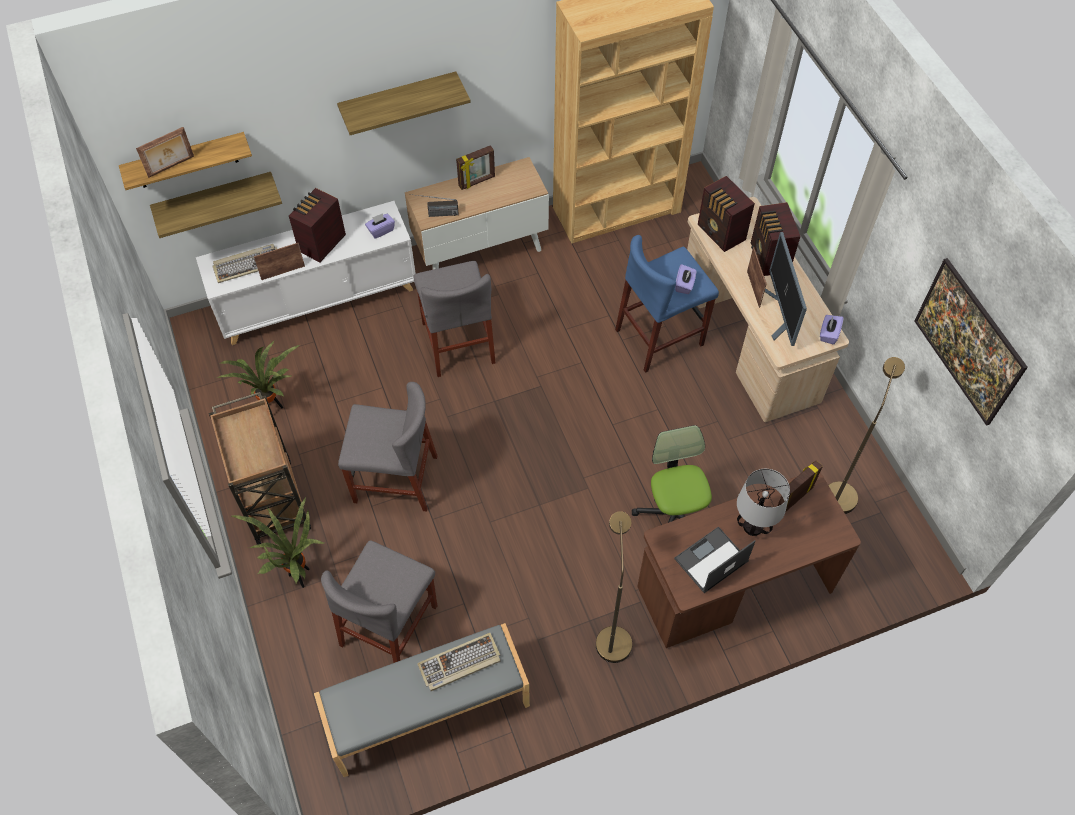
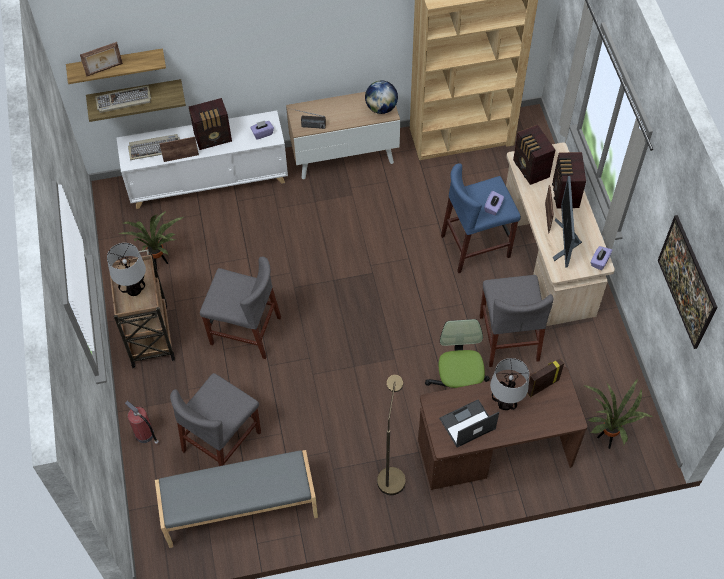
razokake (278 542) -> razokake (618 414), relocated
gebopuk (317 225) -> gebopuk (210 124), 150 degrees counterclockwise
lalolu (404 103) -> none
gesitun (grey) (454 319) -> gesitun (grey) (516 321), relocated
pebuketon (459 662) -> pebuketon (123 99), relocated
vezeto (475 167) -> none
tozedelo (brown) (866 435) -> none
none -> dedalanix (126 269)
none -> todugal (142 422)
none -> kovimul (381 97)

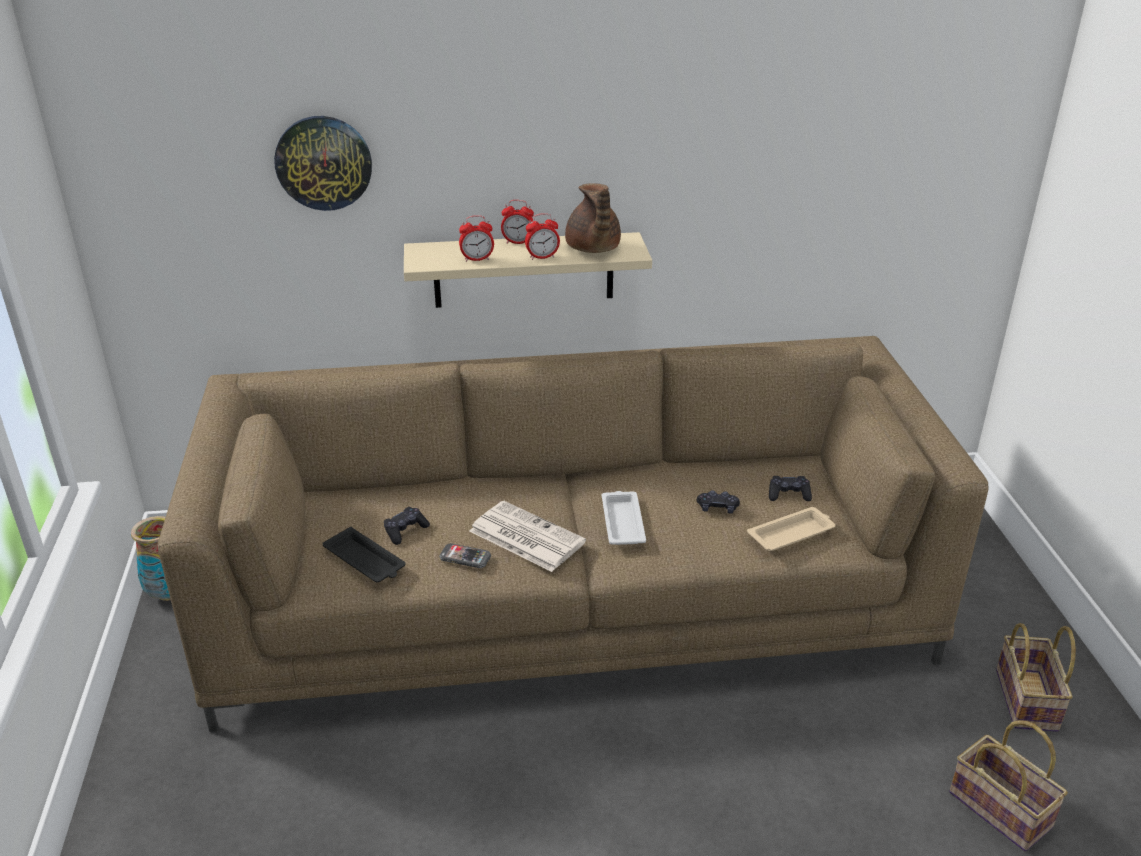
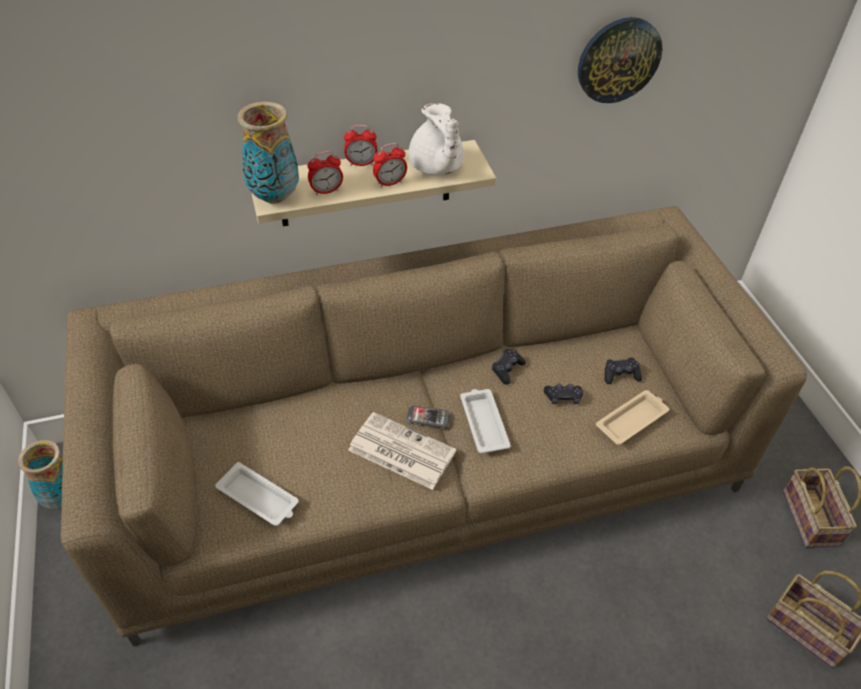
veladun (323 163) -> veladun (620 60), relocated
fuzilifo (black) (364 554) -> fuzilifo (white) (257 494)
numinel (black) (407 526) -> numinel (black) (509 367), relocated
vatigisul (465 555) -> vatigisul (428 417), relocated
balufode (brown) (593 218) -> balufode (white) (436 139)
none -> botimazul (268 153)

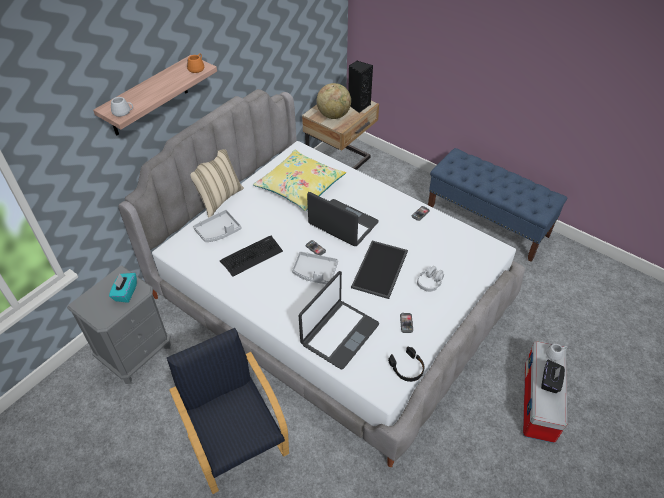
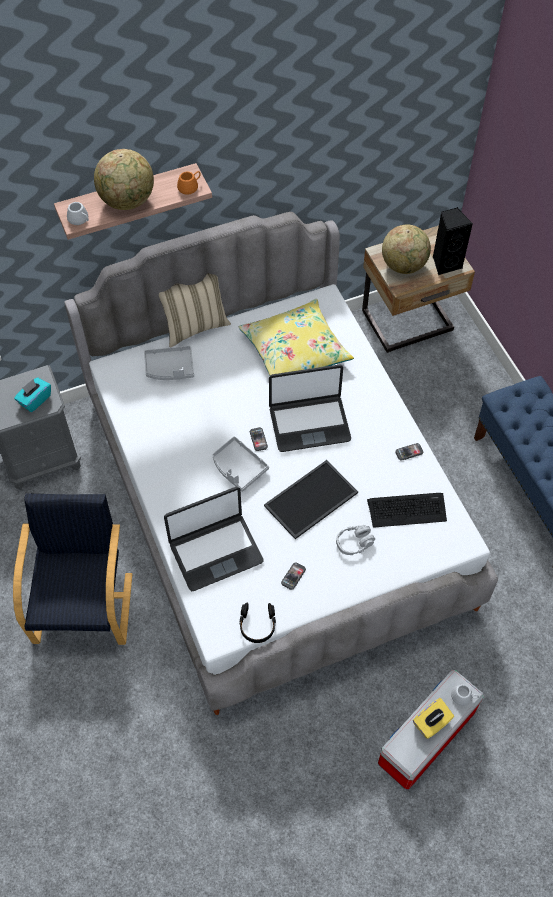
pebuketon (251 256) -> pebuketon (407 510), relocated
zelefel (343 219) -> zelefel (310 408), 105 degrees clockwise
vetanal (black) (553 376) -> vetanal (yellow) (433 718)
none -> kovimul (124 179)

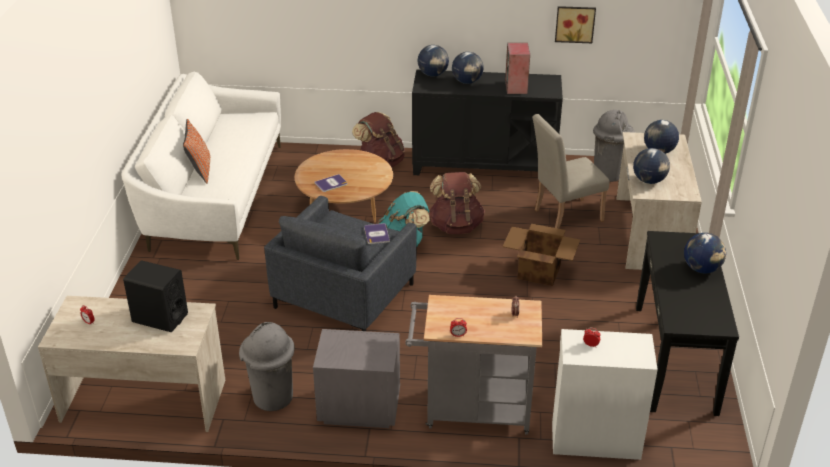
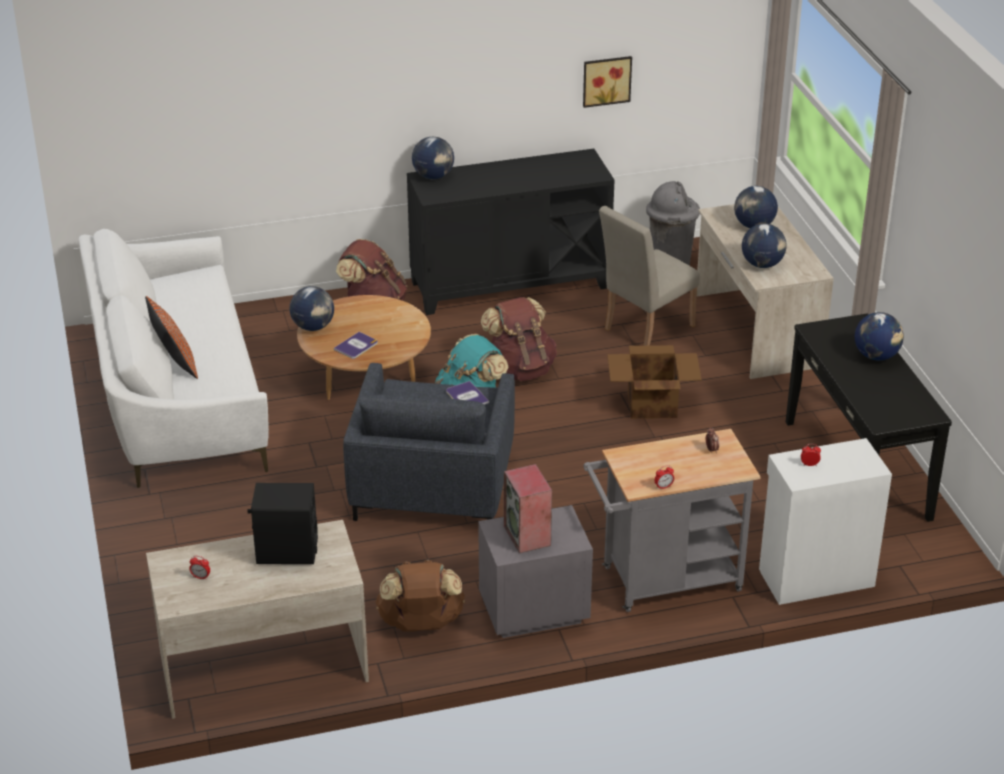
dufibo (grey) (267 366) -> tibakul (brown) (420 595)
kovimul (468 68) -> kovimul (312 308), relocated
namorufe (517 68) -> namorufe (528 508), relocated

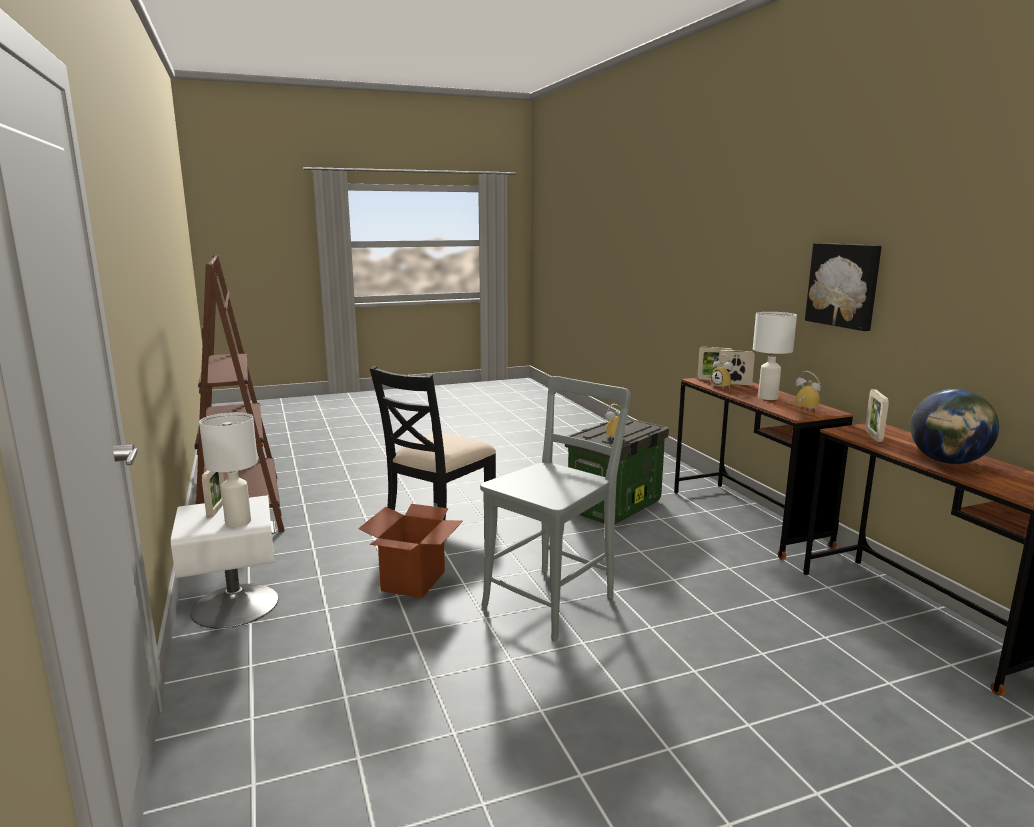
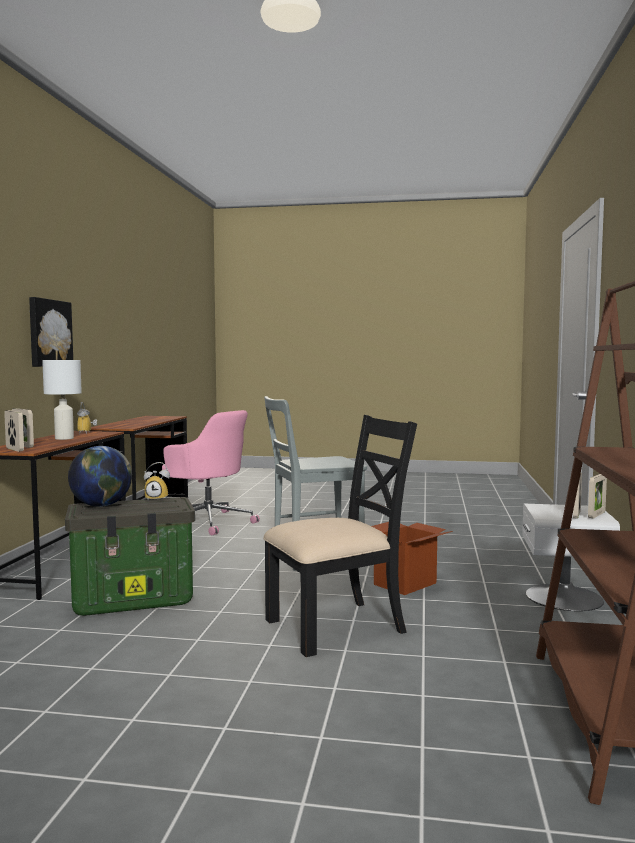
dedalanix (white) (228 469) -> none
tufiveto (722 371) -> none
vezeto (877 415) -> vezeto (597 496), relocated
kovimul (954 426) -> kovimul (100 476), relocated
none -> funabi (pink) (211 472)

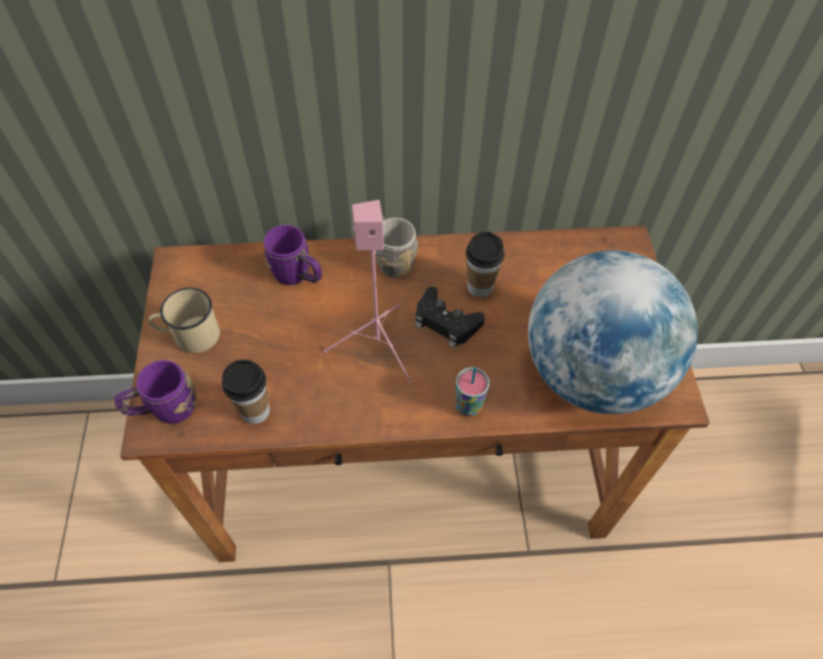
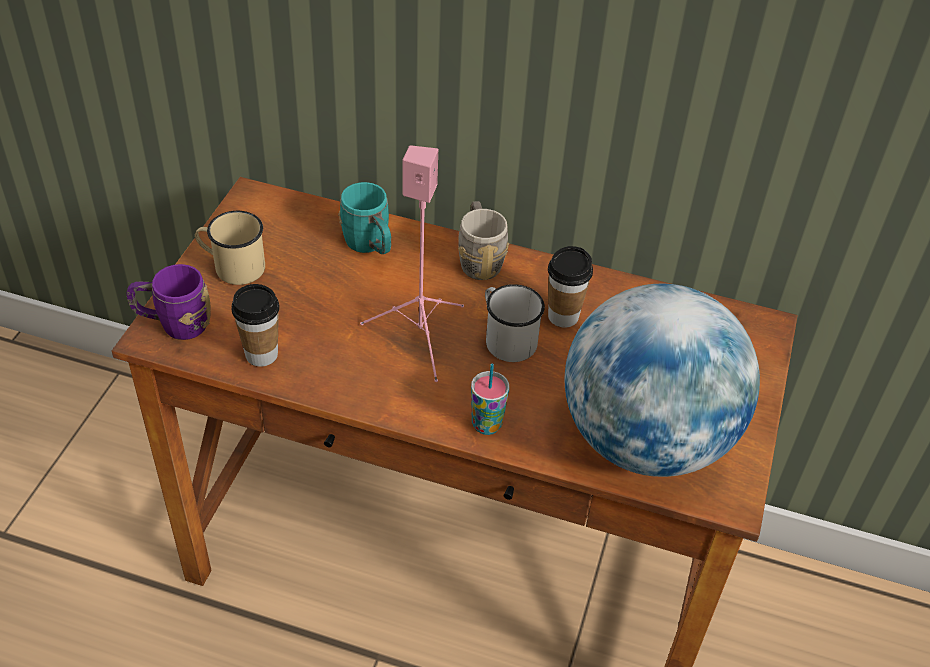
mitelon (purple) (293 255) -> mitelon (turquoise) (364 218)
numinel (black) (450 317) -> mitelon (white) (515 323)

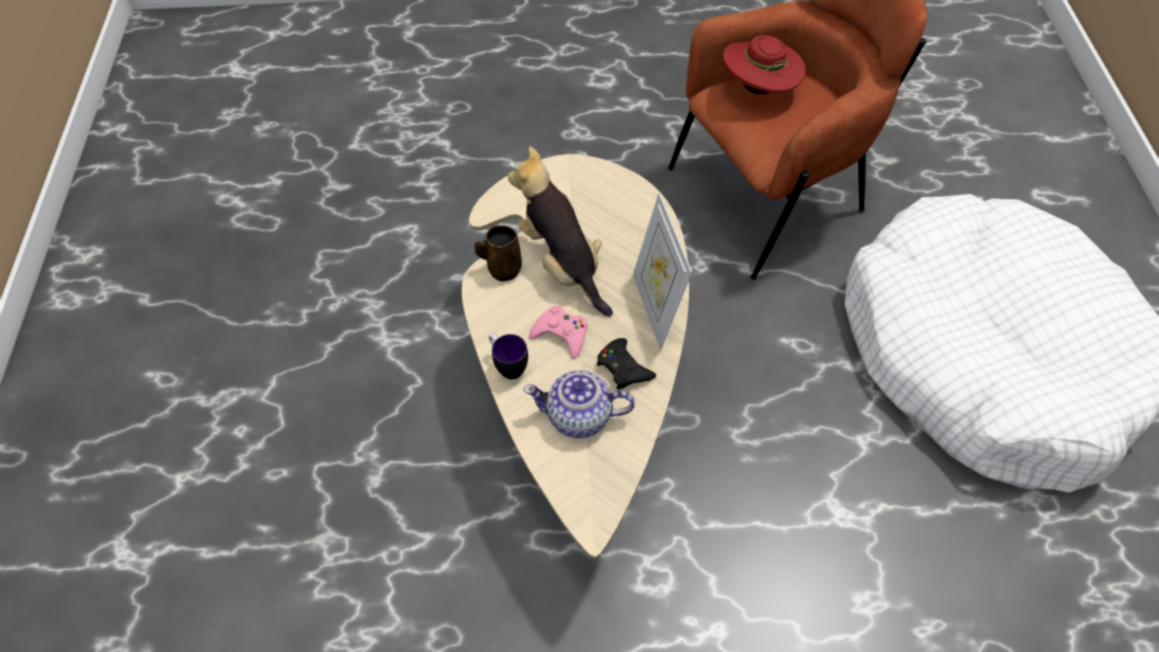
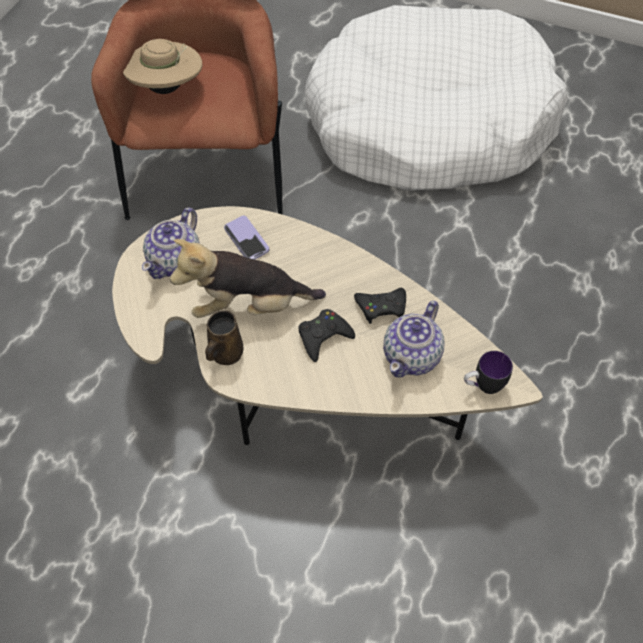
mitelon (508 356) -> mitelon (488 372), relocated
numinel (pink) (558 332) -> numinel (black) (326 335)
vezeto (662 271) -> none
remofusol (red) (764 64) -> remofusol (beige) (162 66)
none -> balufode (171 243)
none -> vatigisul (246 238)

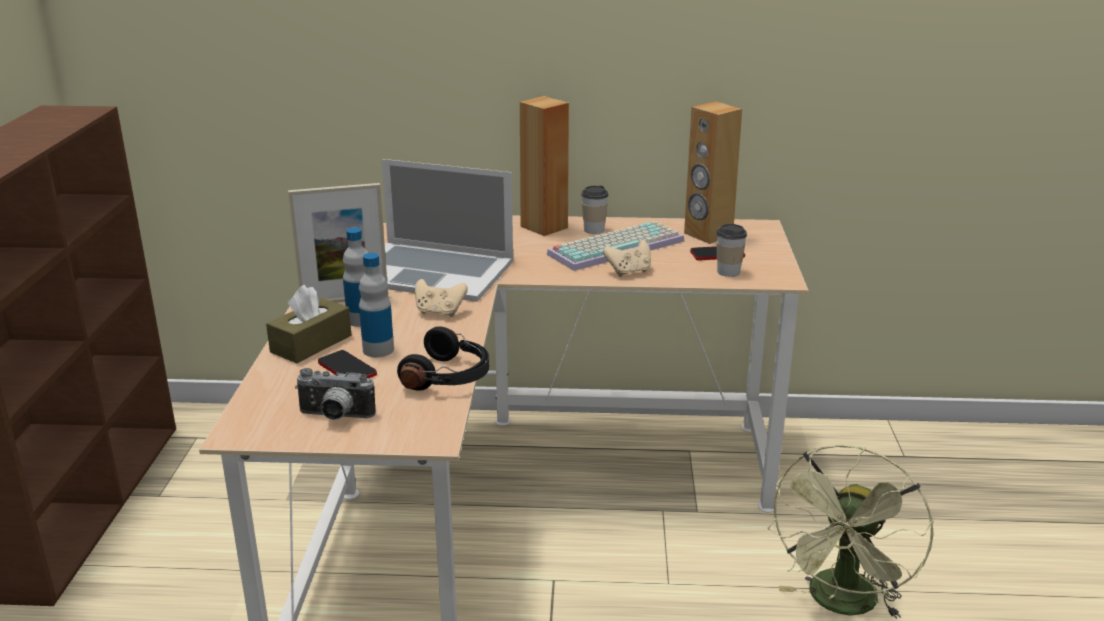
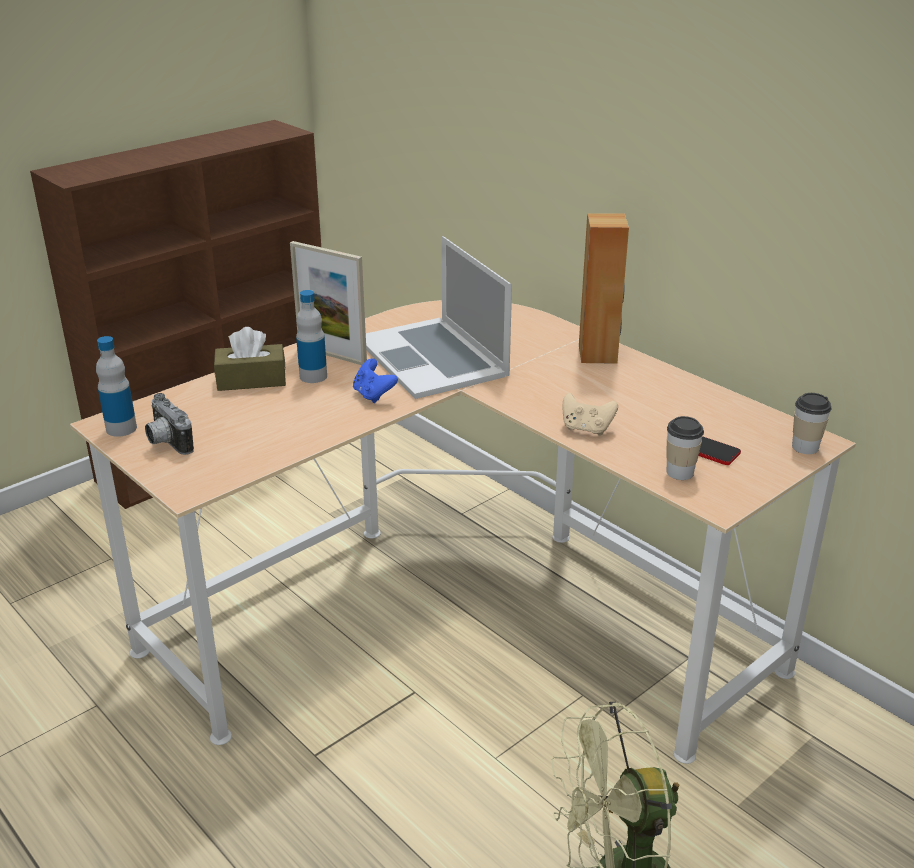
vatigisul (347 364) -> none
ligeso (376 305) -> ligeso (116 386), relocated
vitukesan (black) (443 358) -> none
numinel (beige) (441 298) -> numinel (blue) (375 381)
pebuketon (616 246) -> none
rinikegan (594 209) -> rinikegan (812 423), relocated
namorufe (brown) (713 173) -> none

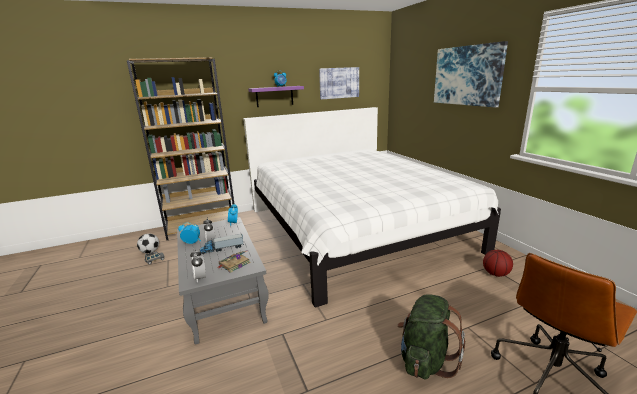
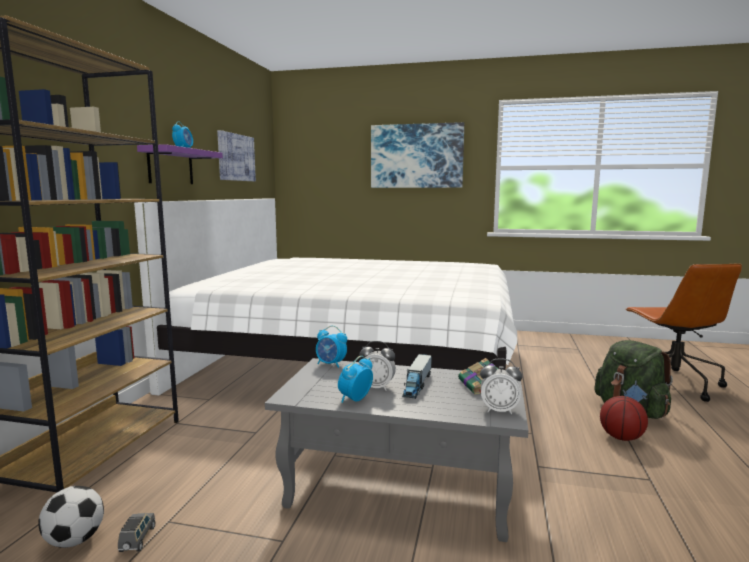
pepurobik (498 263) -> pepurobik (624 418), relocated

